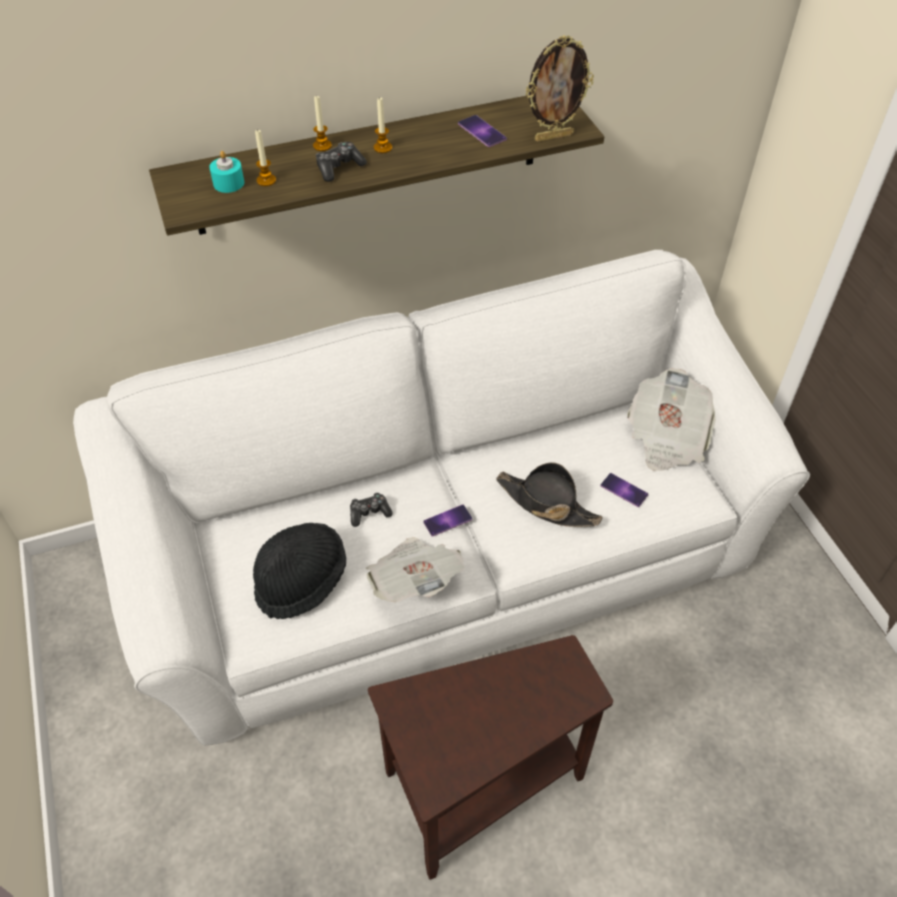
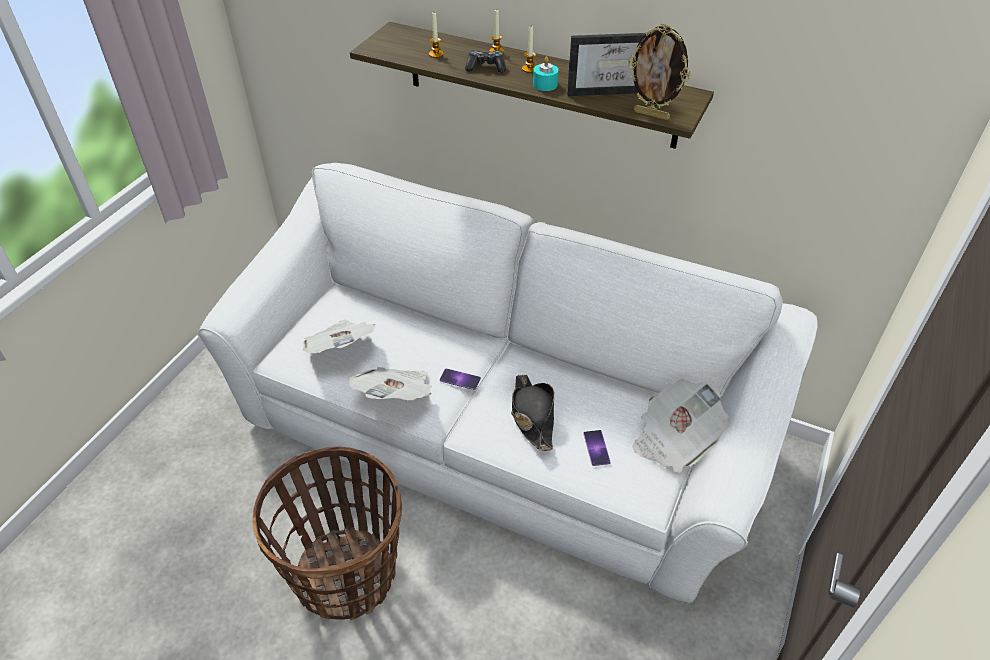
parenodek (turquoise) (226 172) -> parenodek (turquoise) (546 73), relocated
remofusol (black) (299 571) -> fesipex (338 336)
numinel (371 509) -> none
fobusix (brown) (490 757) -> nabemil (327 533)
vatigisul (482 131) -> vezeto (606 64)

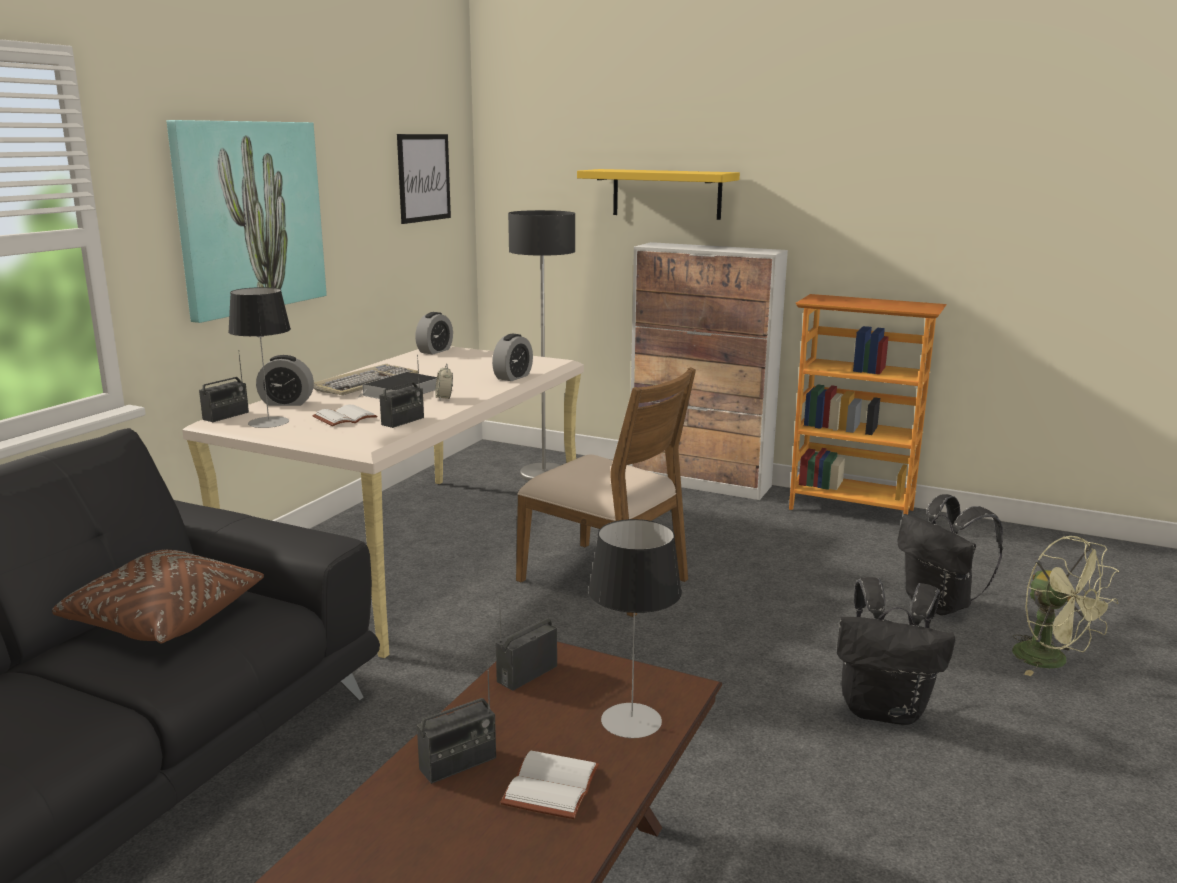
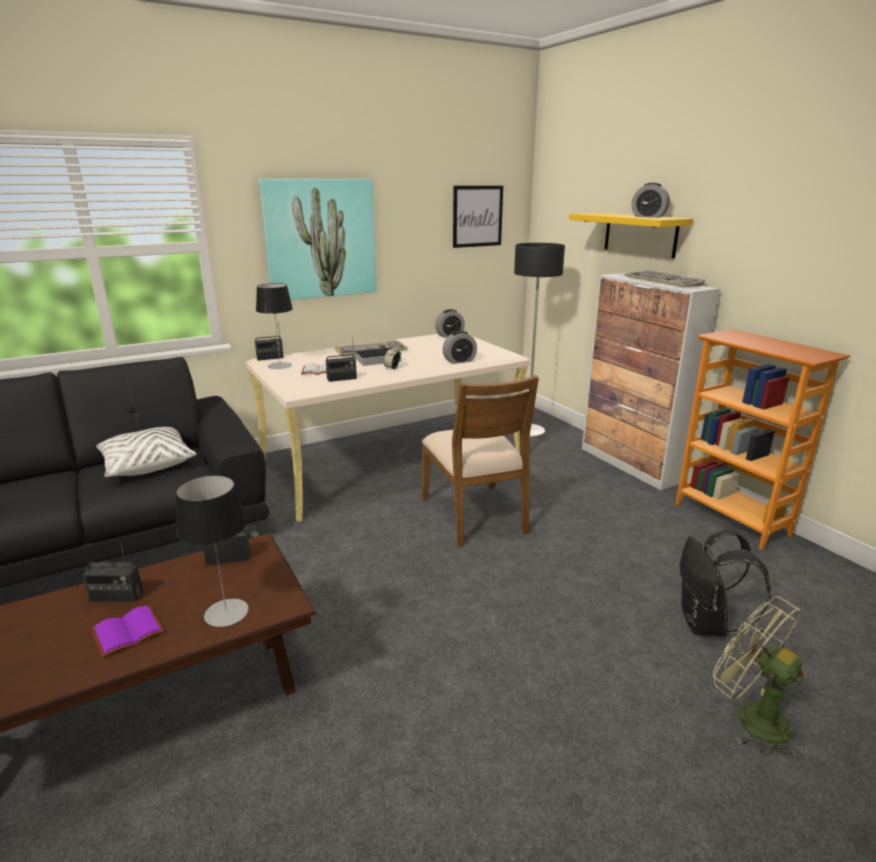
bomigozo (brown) (158 596) -> bomigozo (white) (146 452)
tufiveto (285 380) -> tufiveto (651 200), relocated
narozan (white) (549 784) -> narozan (purple) (128 632)
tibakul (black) (896 651) -> none
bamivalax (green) (1065 606) -> bamivalax (green) (759 677), 135 degrees clockwise
none -> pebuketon (665 278)

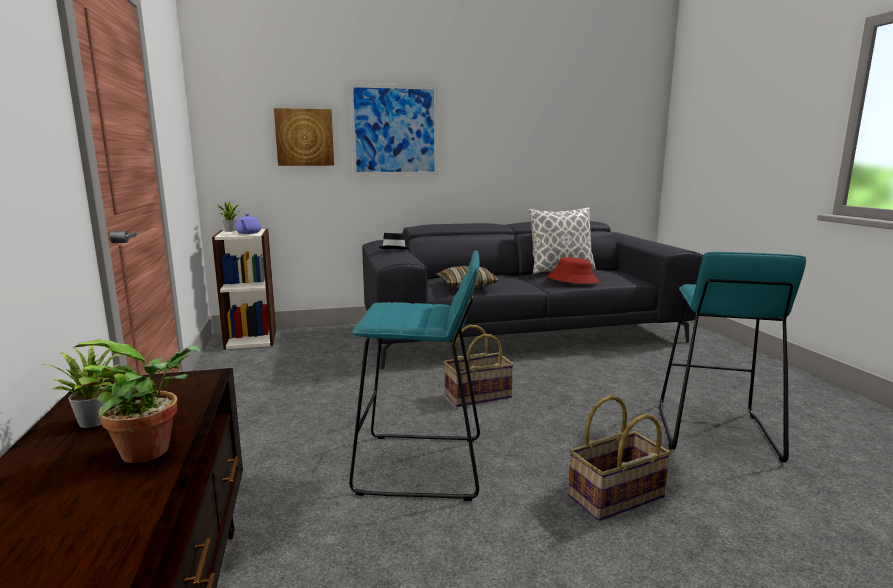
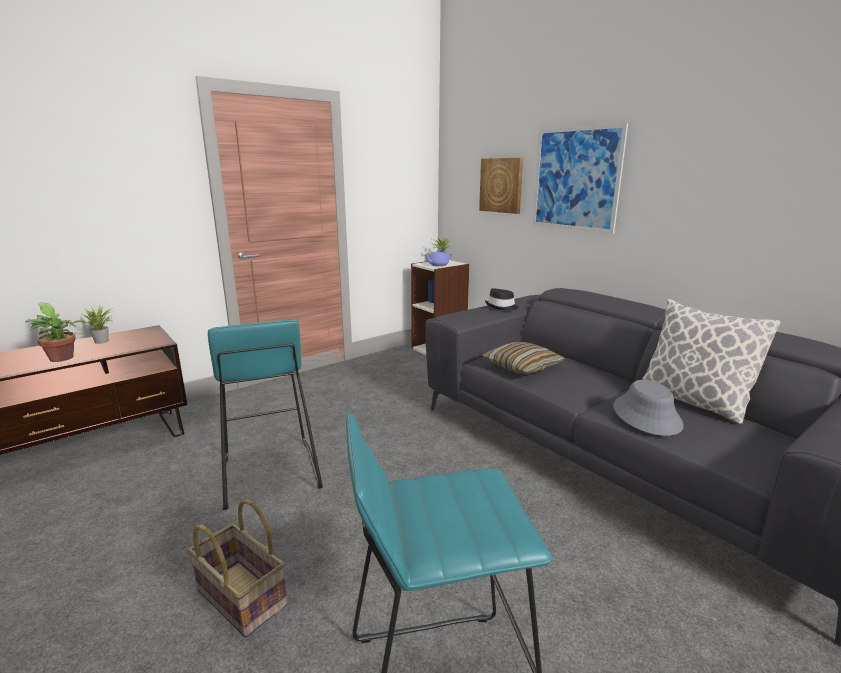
nabemil (479 366) -> none
remofusol (red) (573 270) -> remofusol (grey) (648 408)

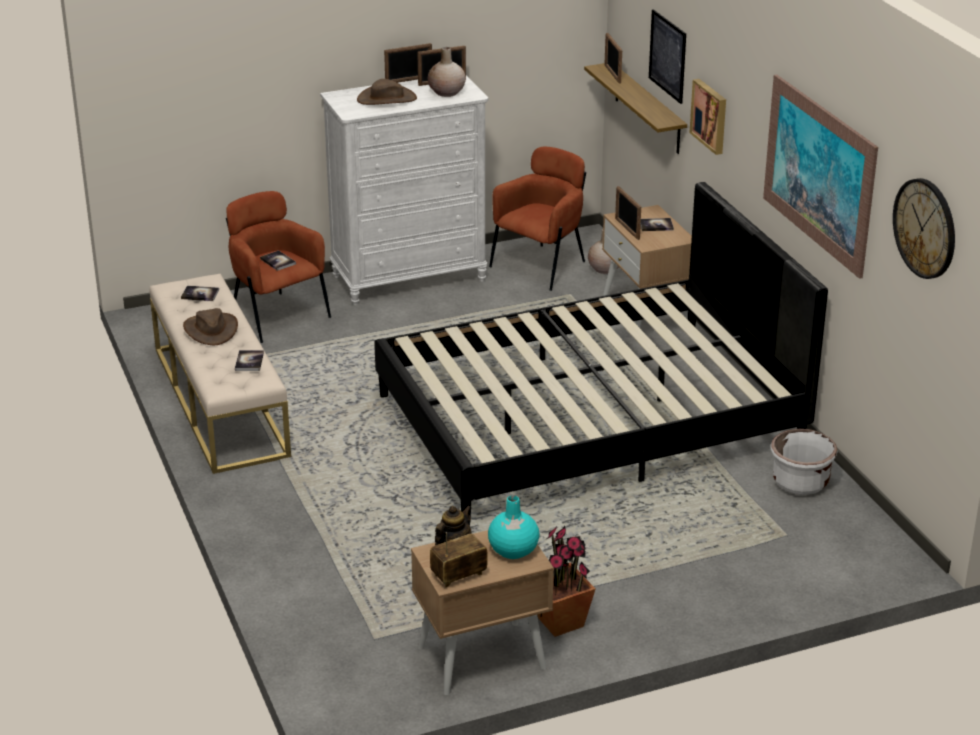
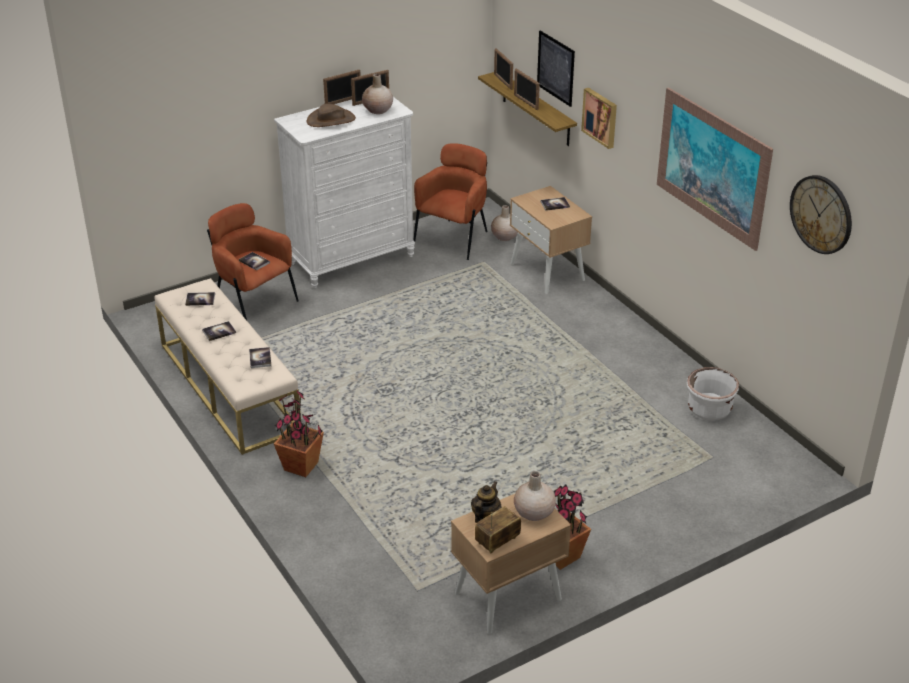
remofusol (brown) (210 326) -> narozan (219 331)
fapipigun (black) (601 352) -> none
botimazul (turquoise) (513 527) -> botimazul (beige) (535 496)
vezeto (628 213) -> vezeto (527 89), relocated
none -> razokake (299 434)

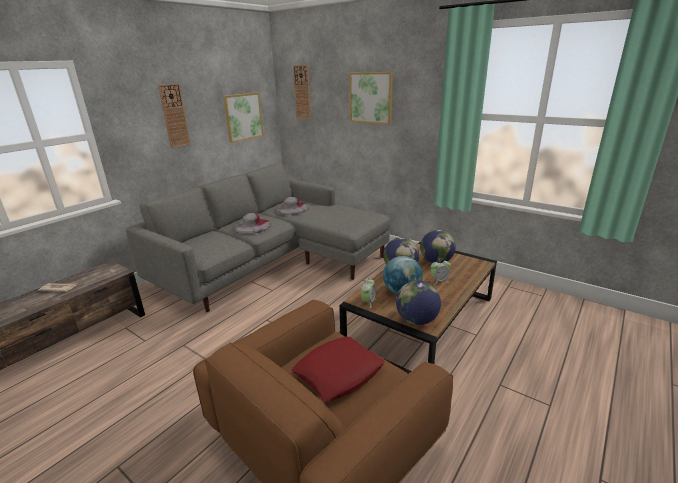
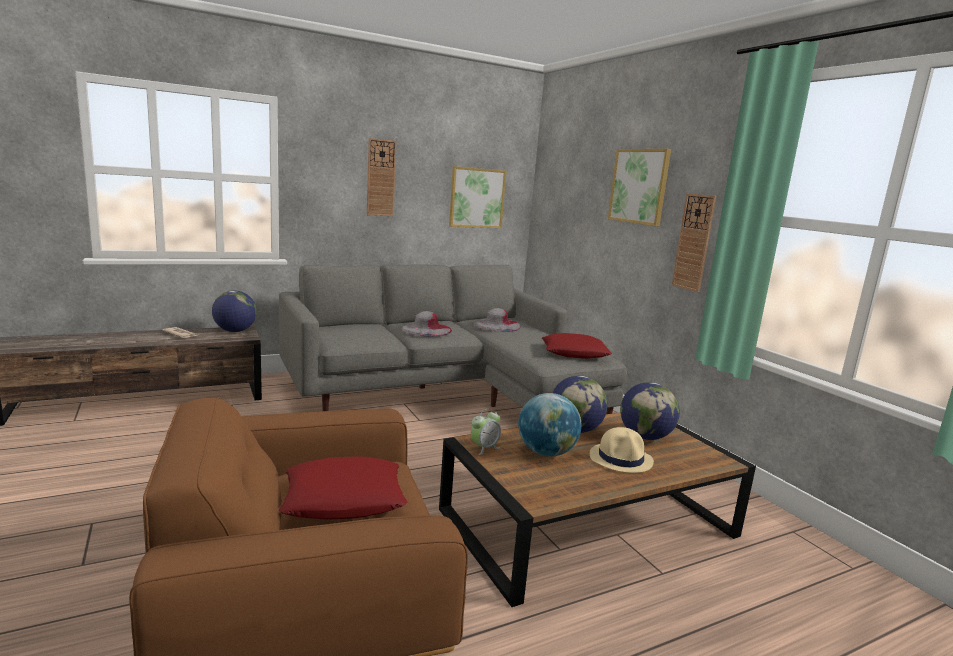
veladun (302 92) -> veladun (694 243), relocated
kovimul (418 302) -> kovimul (234 311), relocated
tufiveto (441 271) -> remofusol (beige) (622 450)
none -> bomigozo (red) (577 346)

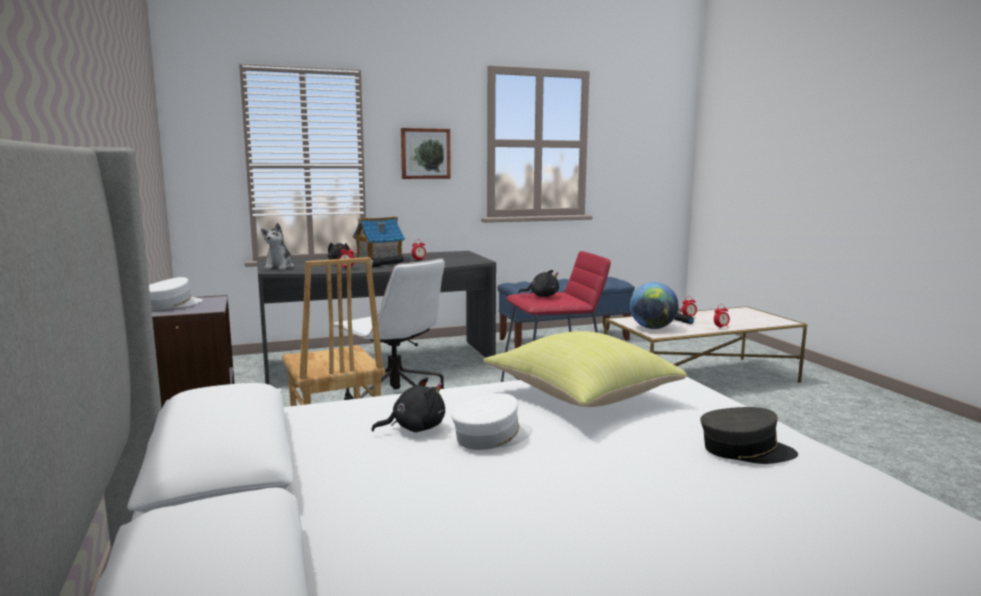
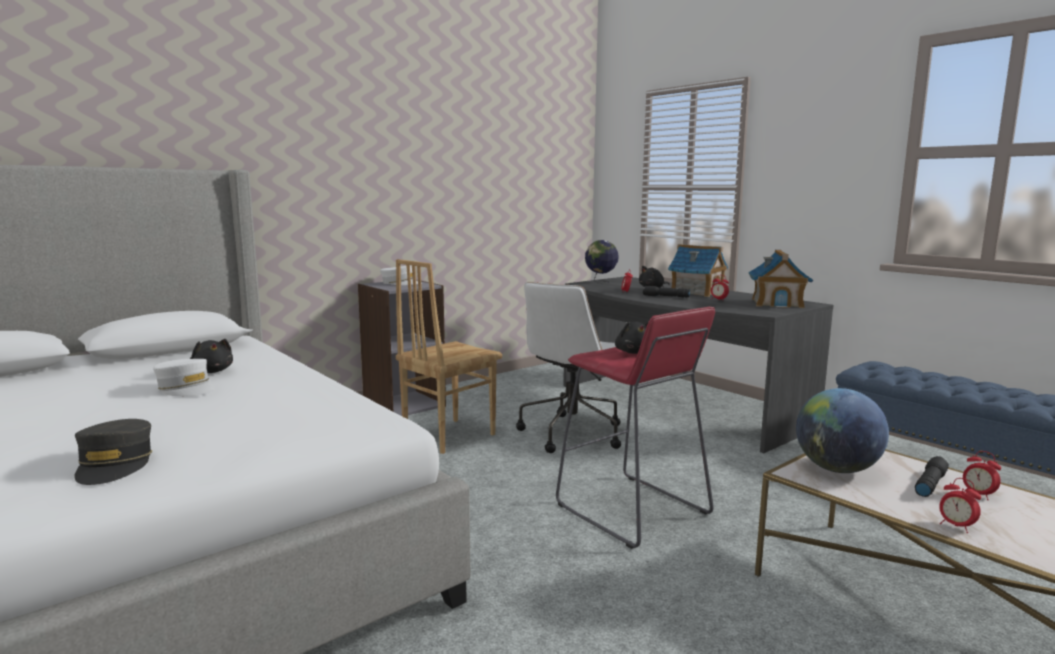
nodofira (277 246) -> kovimul (602 262)
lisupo (426 153) -> none
bomigozo (yellow) (585 369) -> none
none -> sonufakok (780 279)

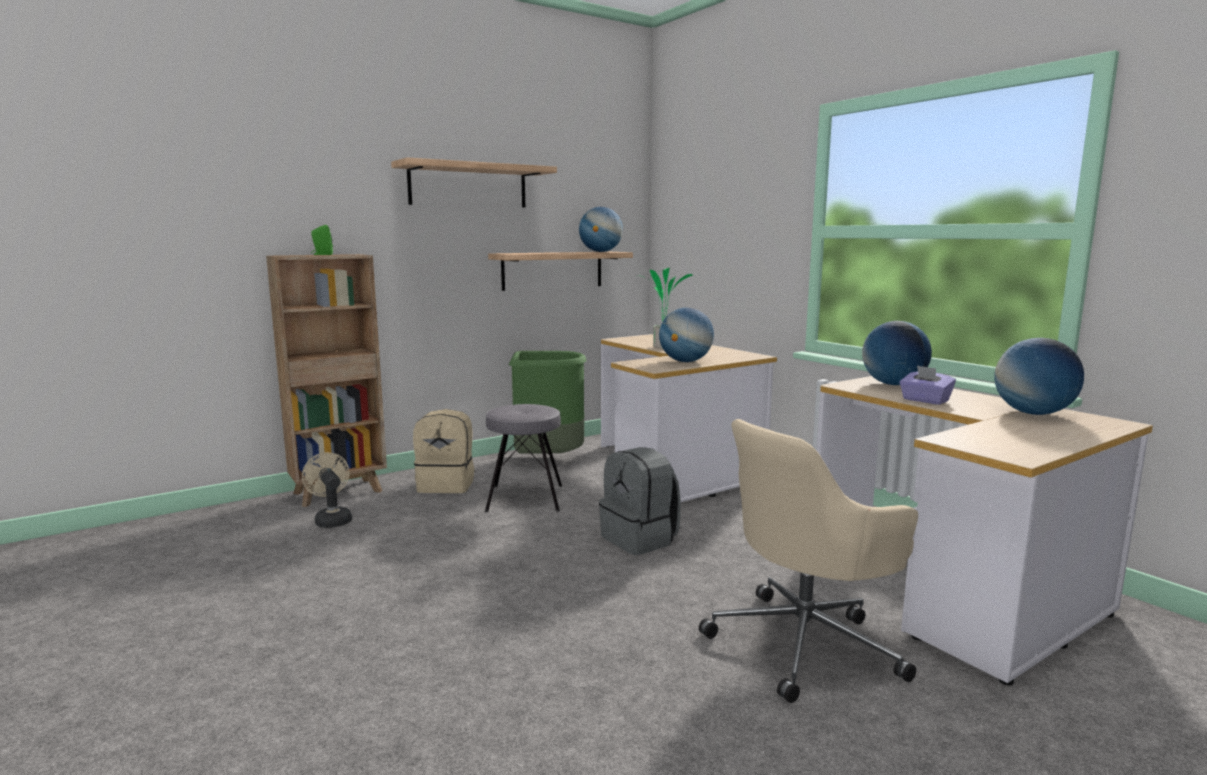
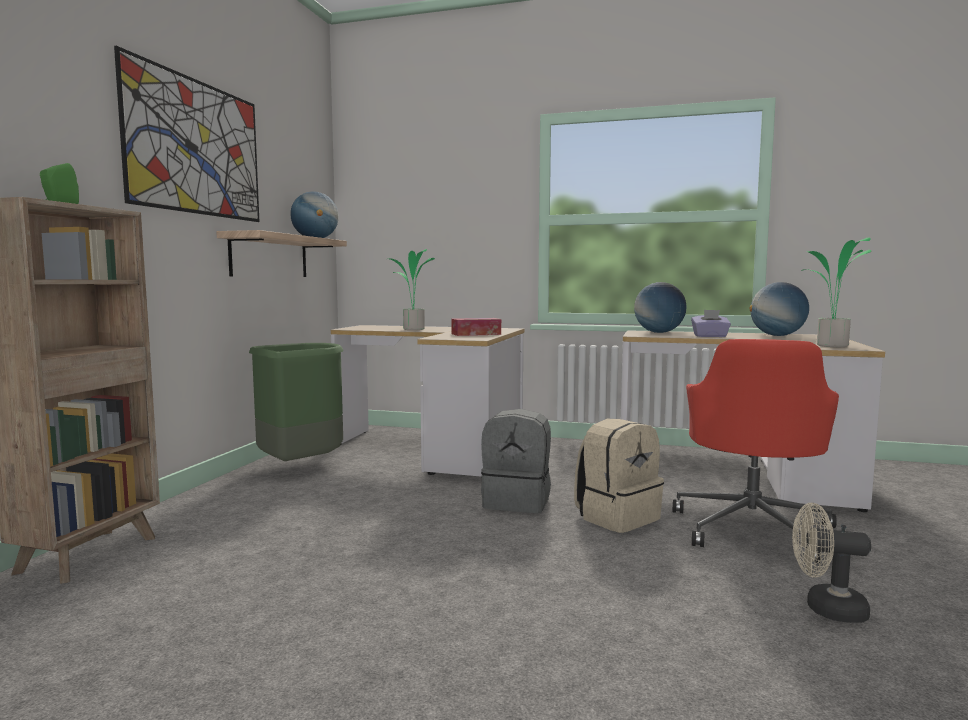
bamivalax (beige) (327 490) -> bamivalax (beige) (831 563), relocated
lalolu (474 182) -> lisupo (186 134)
tibakul (beige) (443 451) -> tibakul (beige) (619 476), relocated
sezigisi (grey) (523 458) -> none
kovimul (686 335) -> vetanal (476 327)
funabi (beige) (808 561) -> funabi (red) (756 451)
none -> razokake (836 292)

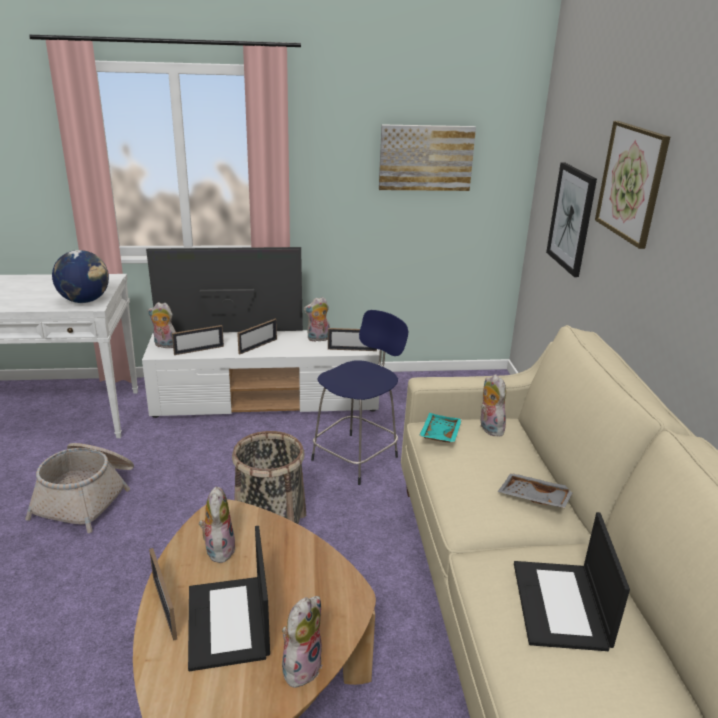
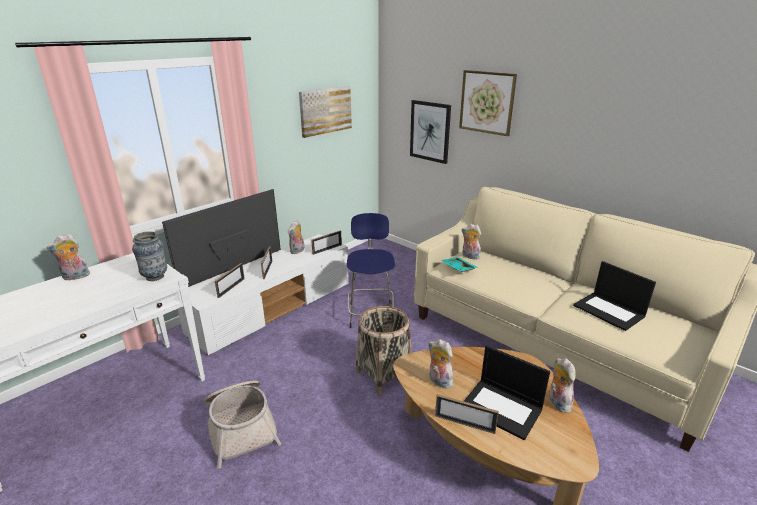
kovimul (80 276) -> botimazul (149 256)
nodofira (162 325) -> nodofira (68 257), relocated
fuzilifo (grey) (534 490) -> none

